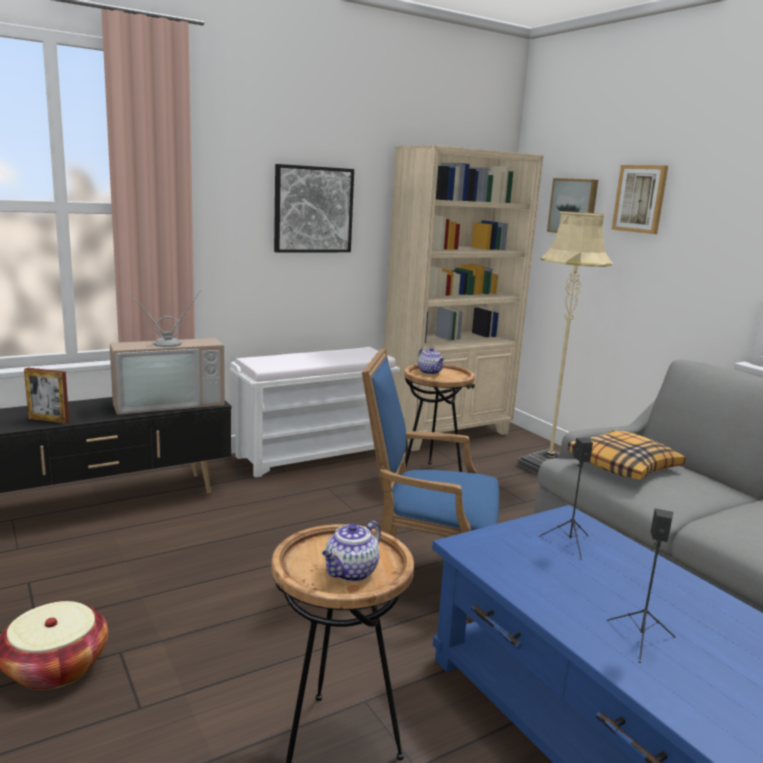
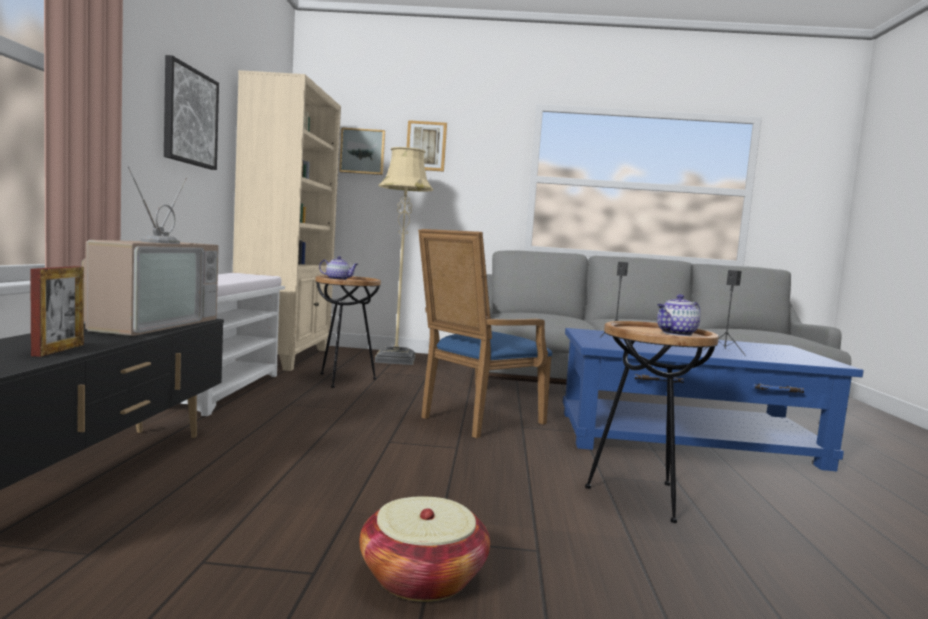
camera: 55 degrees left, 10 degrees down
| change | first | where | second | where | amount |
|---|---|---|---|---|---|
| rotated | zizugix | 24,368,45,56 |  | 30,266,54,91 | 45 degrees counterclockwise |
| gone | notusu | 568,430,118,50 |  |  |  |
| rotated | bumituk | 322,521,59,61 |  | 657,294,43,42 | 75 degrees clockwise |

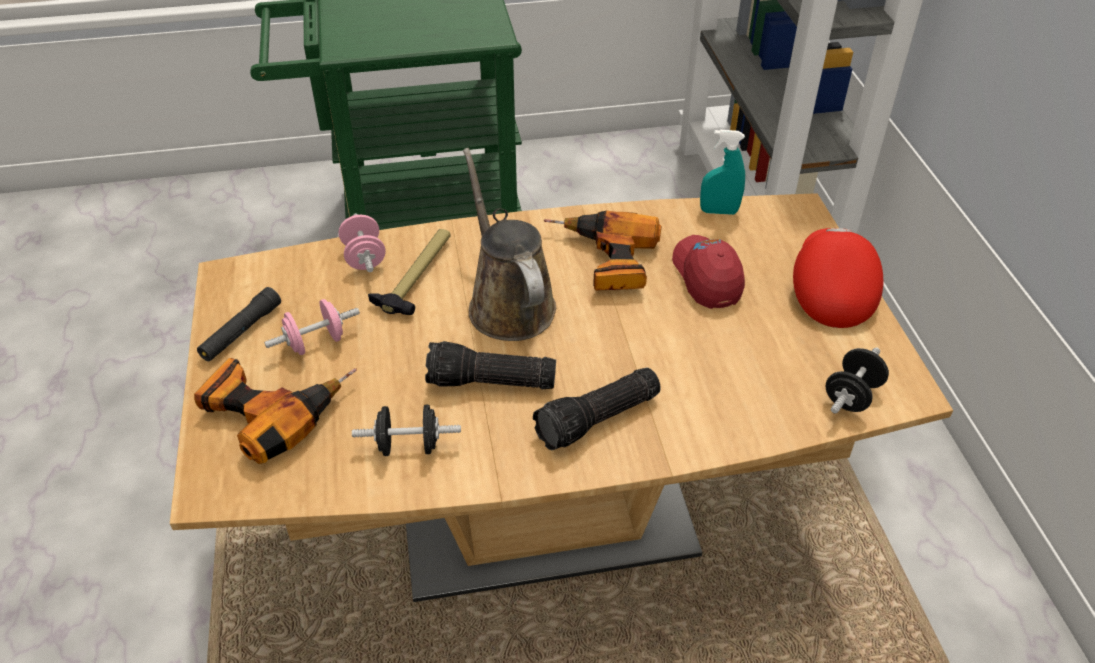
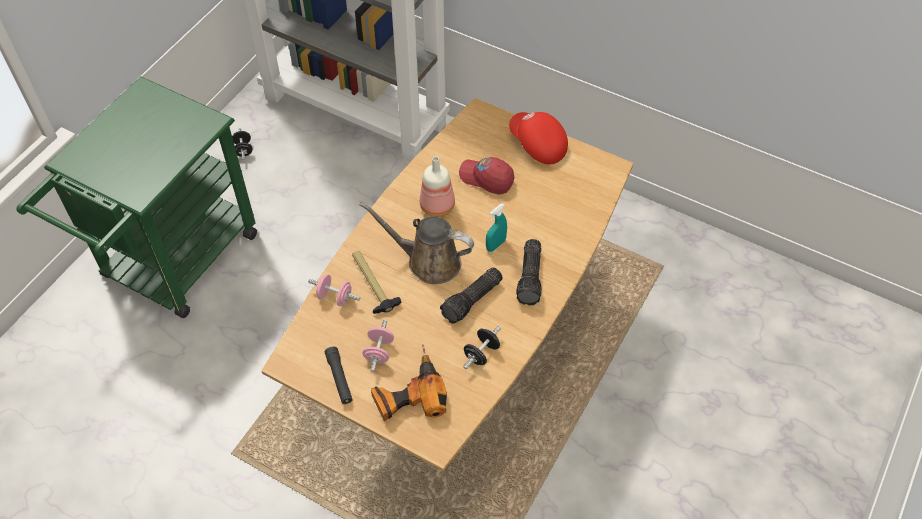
camera: 50 degrees left, 10 degrees up
| change | first | where | second | where | amount |
|---|---|---|---|---|---|
| shifted | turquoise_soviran | 700,130,45,85 |  | 486,203,21,49 |  |
| swapped | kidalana | 544,211,117,80 | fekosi | 420,156,35,61 |  |
| shifted | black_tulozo | 826,347,63,67 |  | 232,128,21,32 |  |

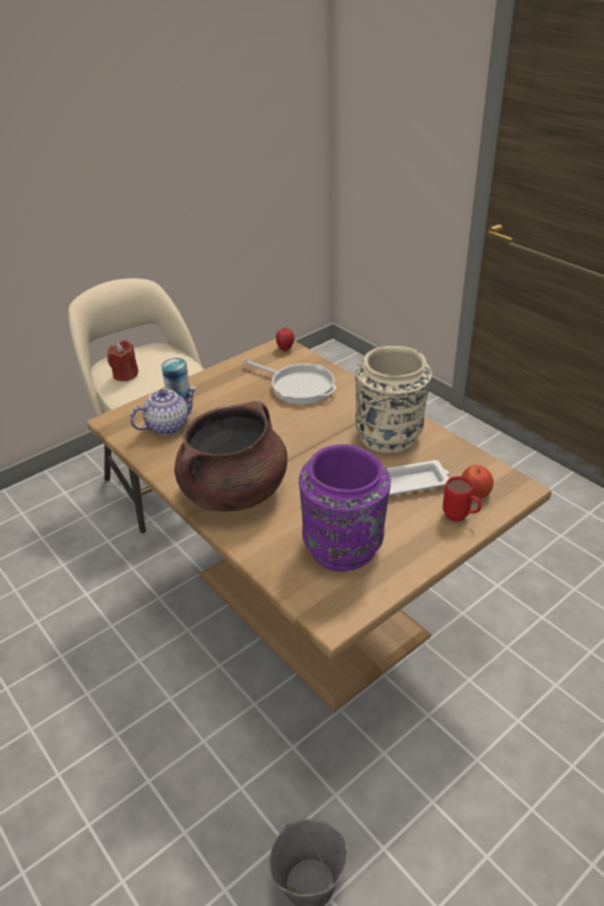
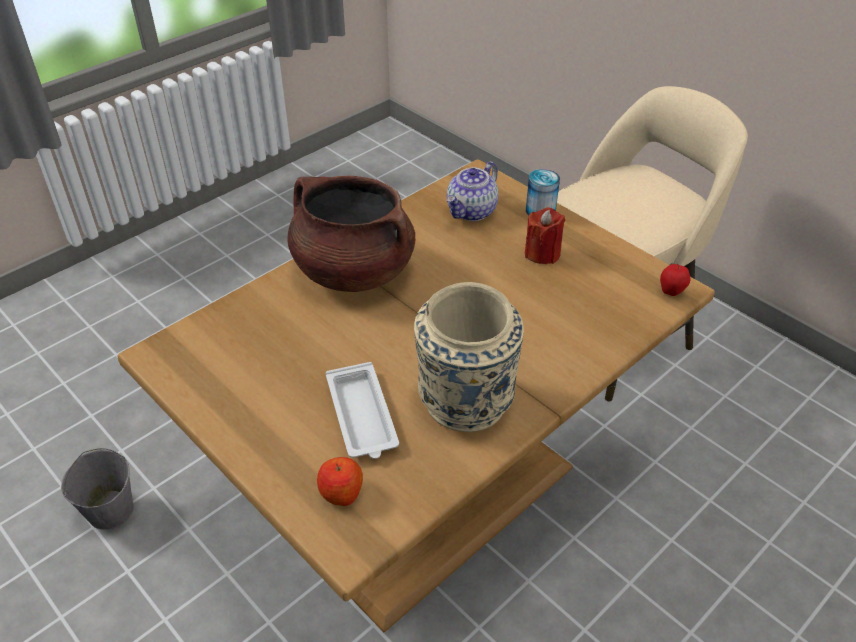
camera: 85 degrees right, 5 degrees up
| change | first | where | second | where | amount |
|---|---|---|---|---|---|
| shifted | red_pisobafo | 107,340,31,41 |  | 525,207,41,57 |  |
| gone | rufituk | 242,359,95,46 |  |  |  |
| rotated | bumituk | 130,386,67,49 |  | 447,162,51,59 | 75 degrees clockwise |
| gone | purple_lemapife | 299,444,92,127 |  |  |  |
| gone | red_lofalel | 443,476,39,46 |  |  |  |

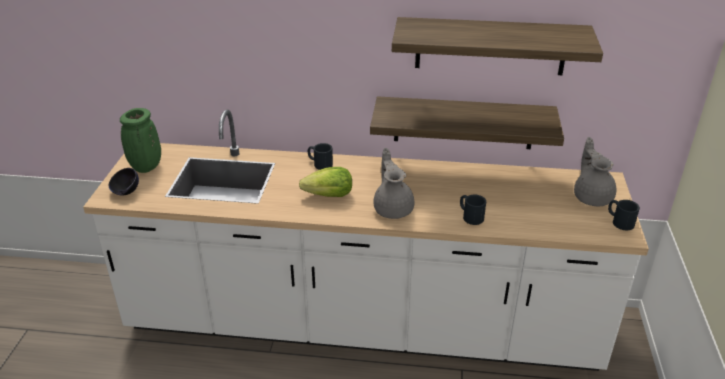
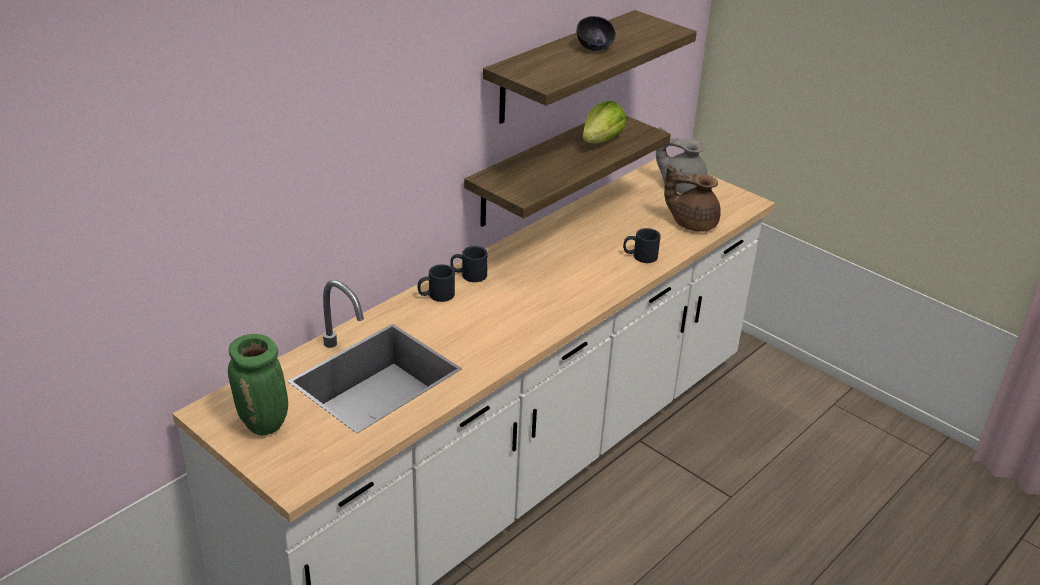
camera: 55 degrees left, 0 degrees up
| change | first | where | second | where | amount |
|---|---|---|---|---|---|
| gone | grey_bumituk | 373,148,42,71 |  |  |  |
| shifted | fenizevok | 299,167,53,30 |  | 582,101,44,42 |  |
| shifted | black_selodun | 109,168,30,27 |  | 577,16,39,35 |  |
| shifted | black_lofalel | 608,200,32,30 |  | 450,246,38,36 |  |
| new |  |  | brown_bumituk | 664,165,57,67 |  |

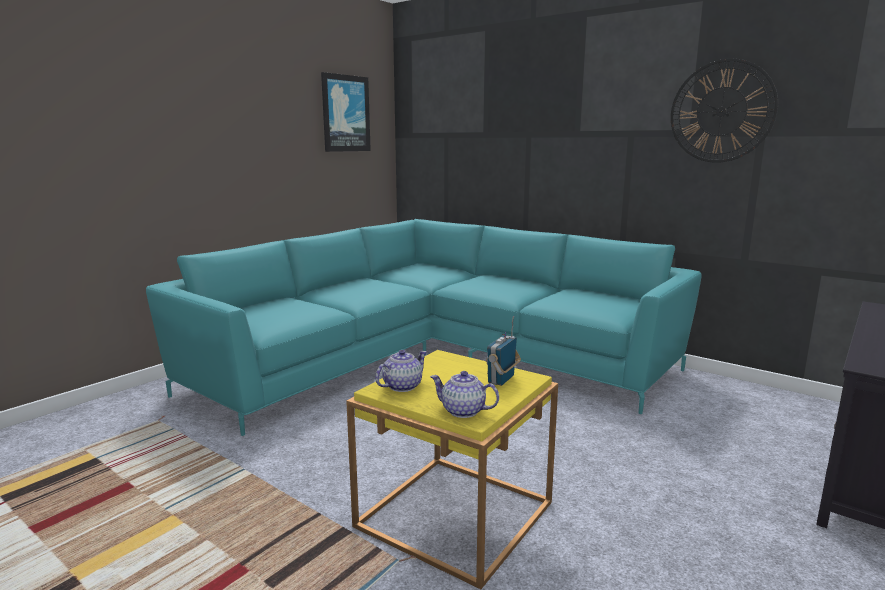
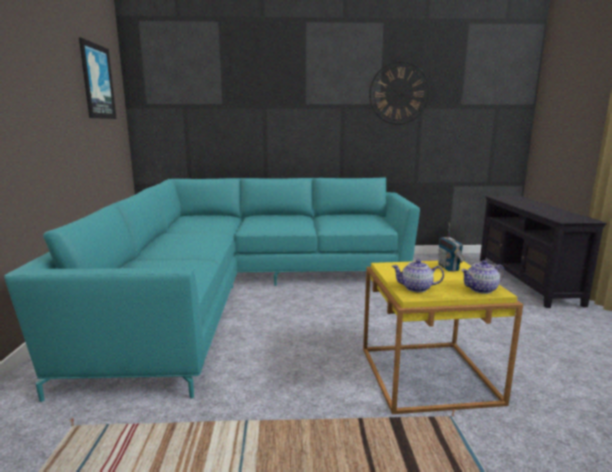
camera: 40 degrees left, 0 degrees up
| change | first | where | second | where | amount |
|---|---|---|---|---|---|
| rotated | bumituk | 375,350,52,42 |  | 392,259,52,33 | 90 degrees counterclockwise |

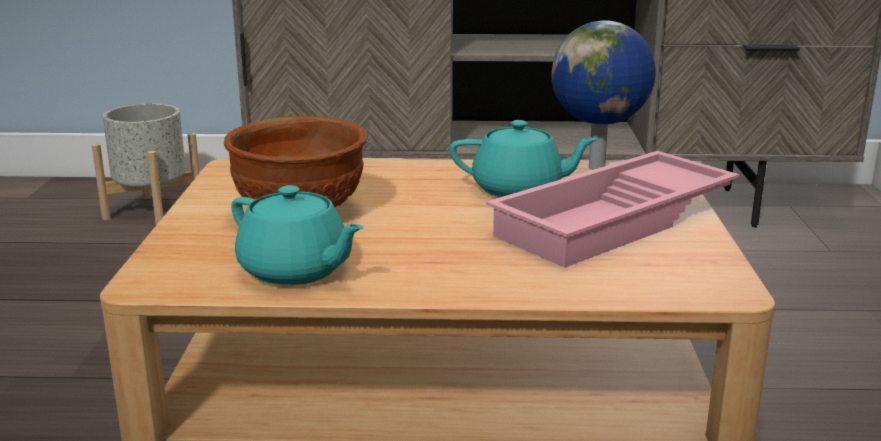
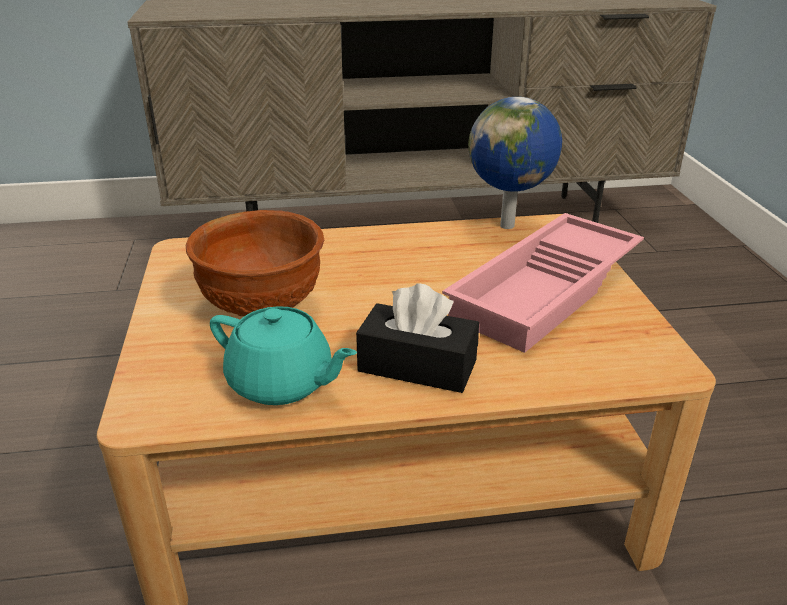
camera: 10 degrees left, 10 degrees up
| change | first | where | second | where | amount |
|---|---|---|---|---|---|
| gone | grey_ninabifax | 92,103,108,122 |  |  |  |
| gone | turquoise_bumituk | 450,120,148,77 |  |  |  |
| new |  |  | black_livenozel | 356,284,123,109 |  |

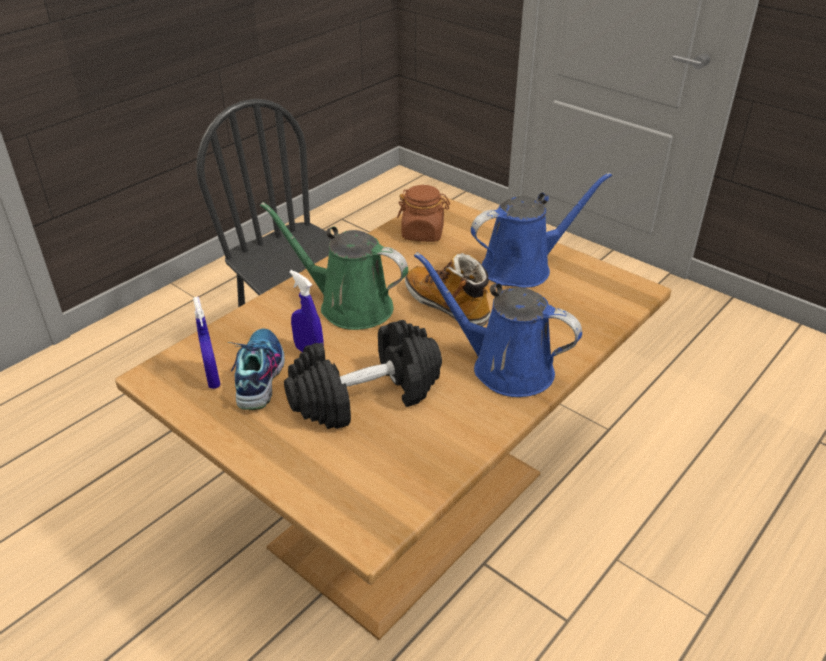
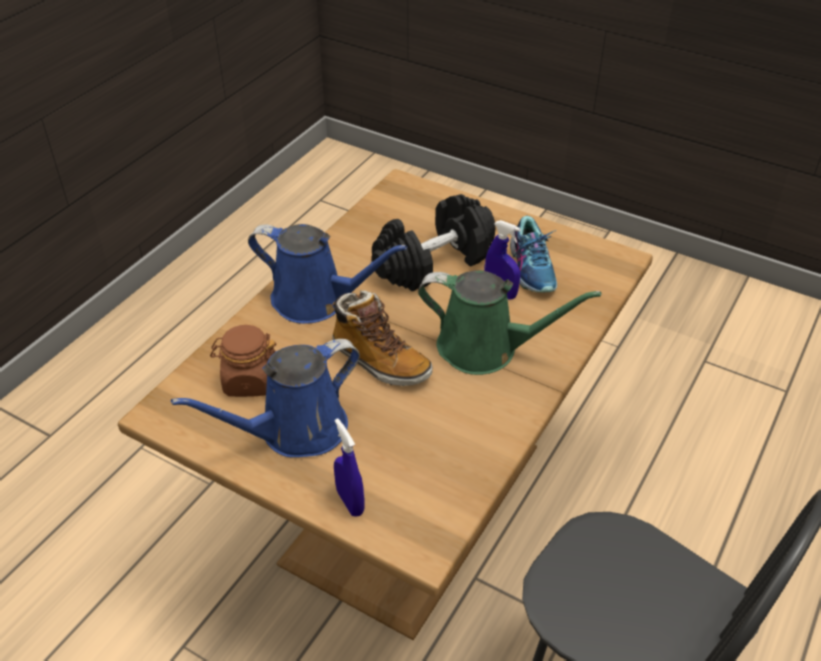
camera: 170 degrees right, 5 degrees up
| change | first | where | second | where | amount |
|---|---|---|---|---|---|
| shifted | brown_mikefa | 397,185,53,57 |  | 210,325,66,72 |  |
| shifted | blue_soviran | 193,297,28,92 |  | 334,418,31,99 |  |

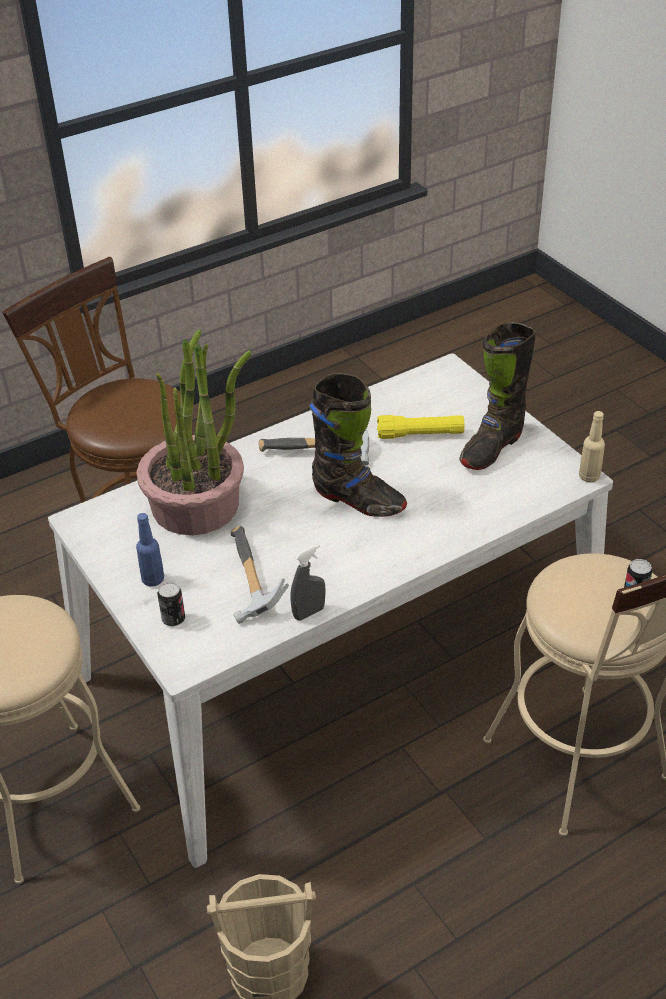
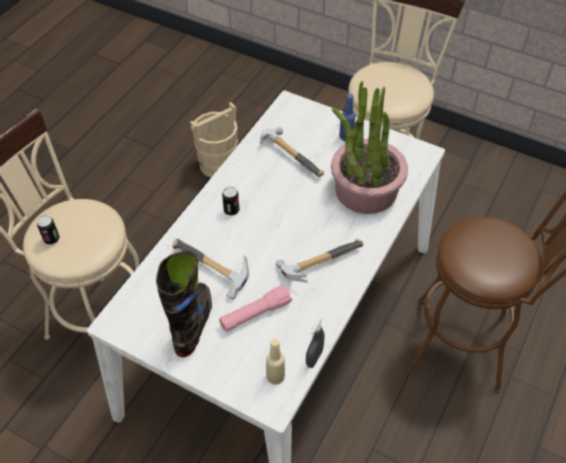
camera: 150 degrees right, 10 degrees up
| change | first | where | second | where | amount |
|---|---|---|---|---|---|
| gone | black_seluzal | 309,373,98,144 |  |  |  |
| shifted | beige_fekosi | 579,411,26,72 |  | 266,339,19,45 |  |
| repainted | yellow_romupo | 377,415,87,24 | pink_romupo | 219,285,73,46 |  |
| shifted | grey_soviran | 290,544,36,76 |  | 306,317,19,51 |  |
| shifted | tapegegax | 157,582,28,44 |  | 222,187,17,28 |  |
| new |  |  | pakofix | 173,239,76,61 |  |

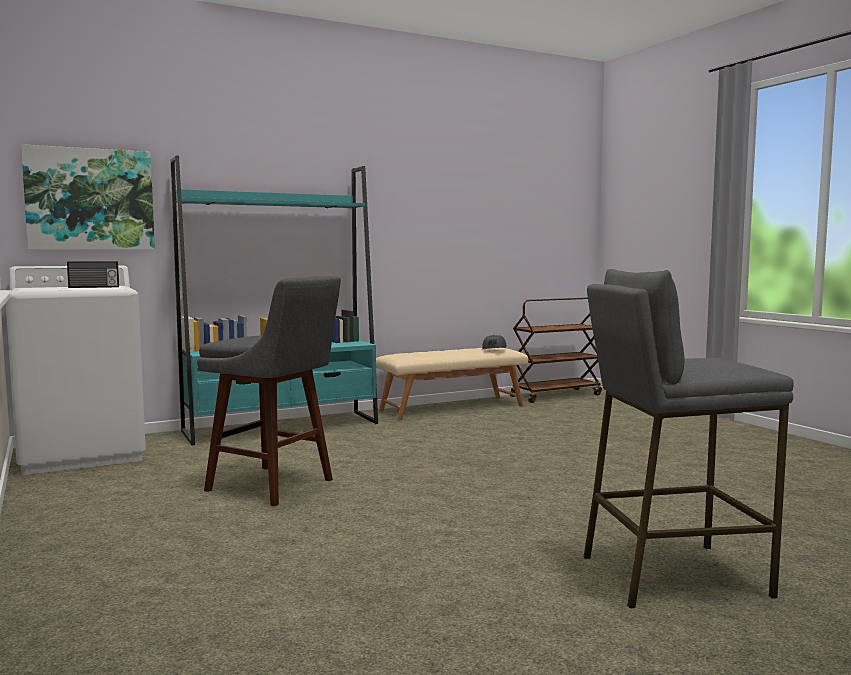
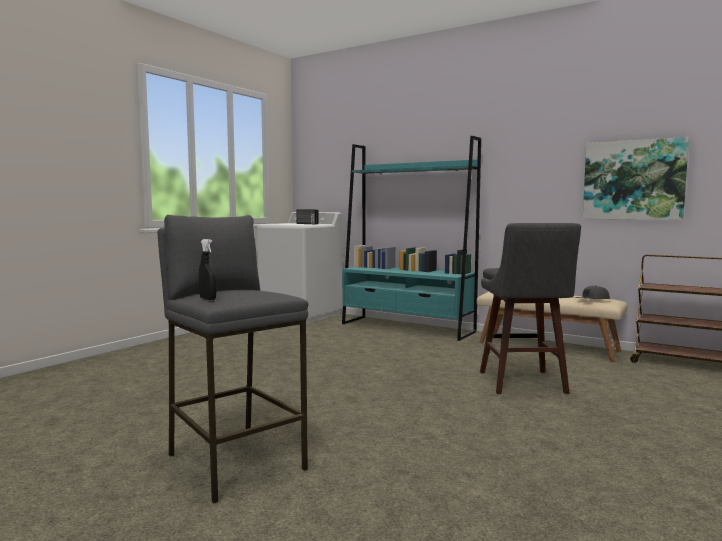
camera: 60 degrees right, 0 degrees up
| change | first | where | second | where | amount |
|---|---|---|---|---|---|
| shifted | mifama | 21,144,134,106 |  | 583,137,106,83 |  |
| shifted | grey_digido | 197,276,144,230 |  | 480,223,101,171 |  |
| new |  |  | black_soviran | 199,239,17,61 |  |

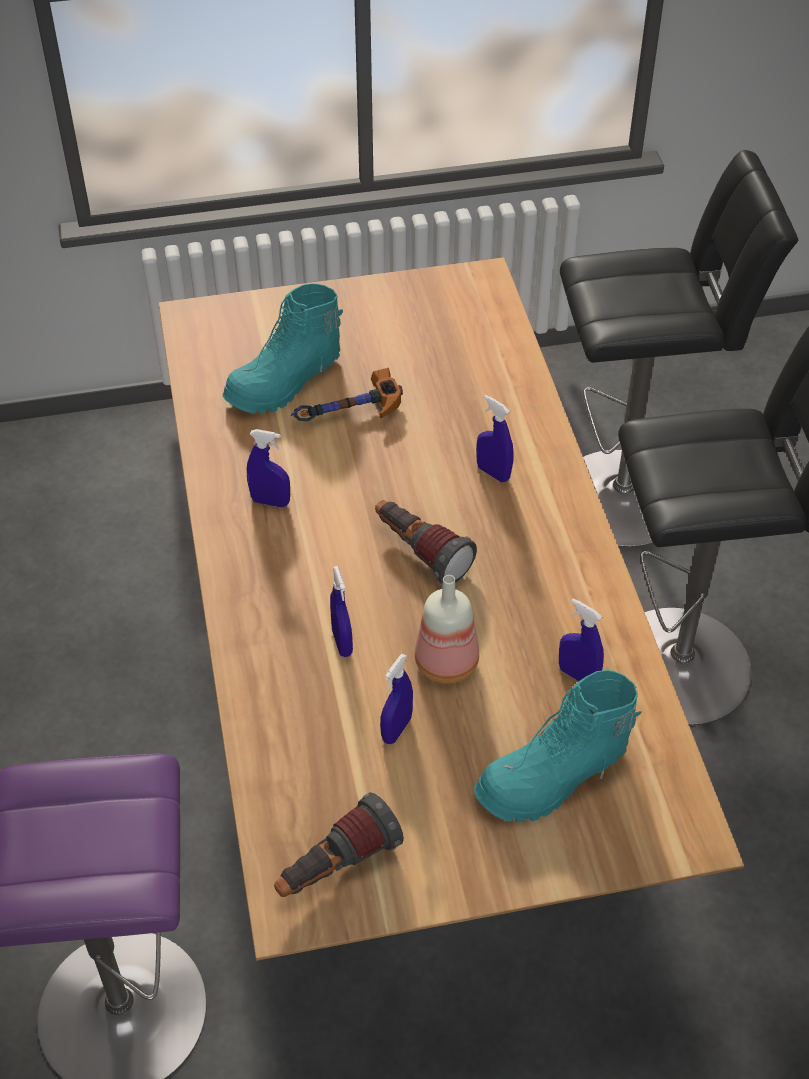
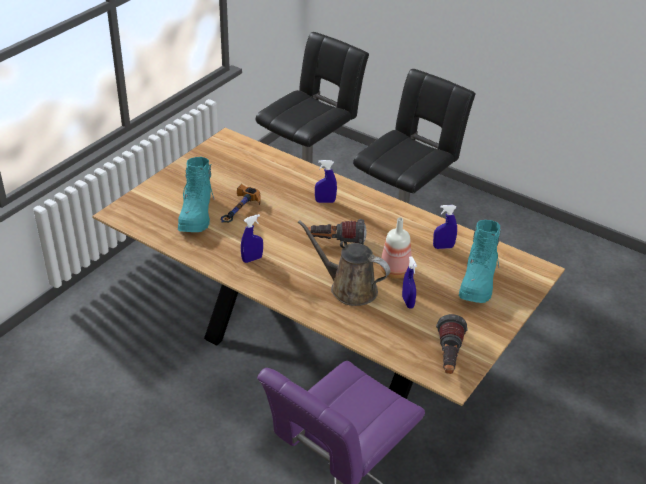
camera: 45 degrees left, 10 degrees down
| change | first | where | second | where | amount |
|---|---|---|---|---|---|
| swapped | blue_soviran | 330,566,23,91 | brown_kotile | 298,220,92,86 |  |

